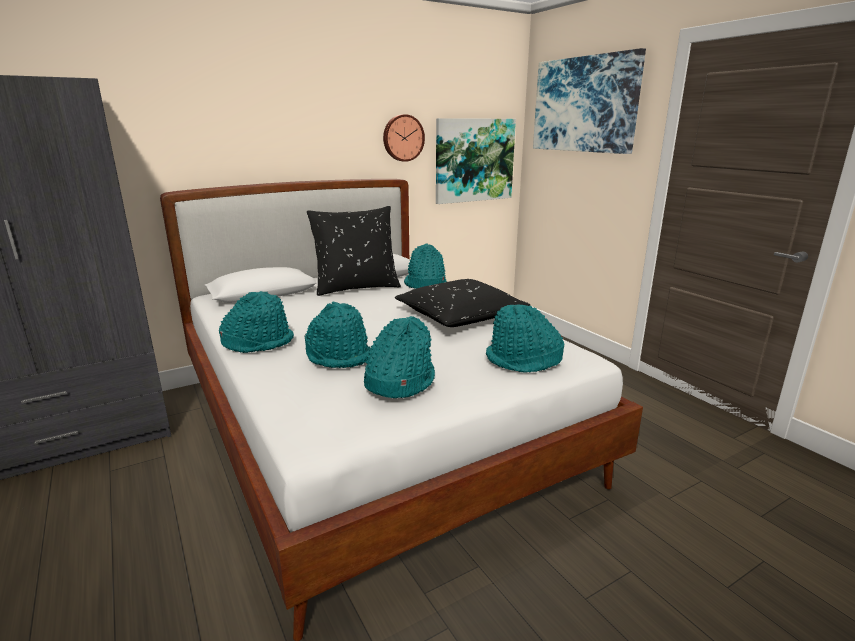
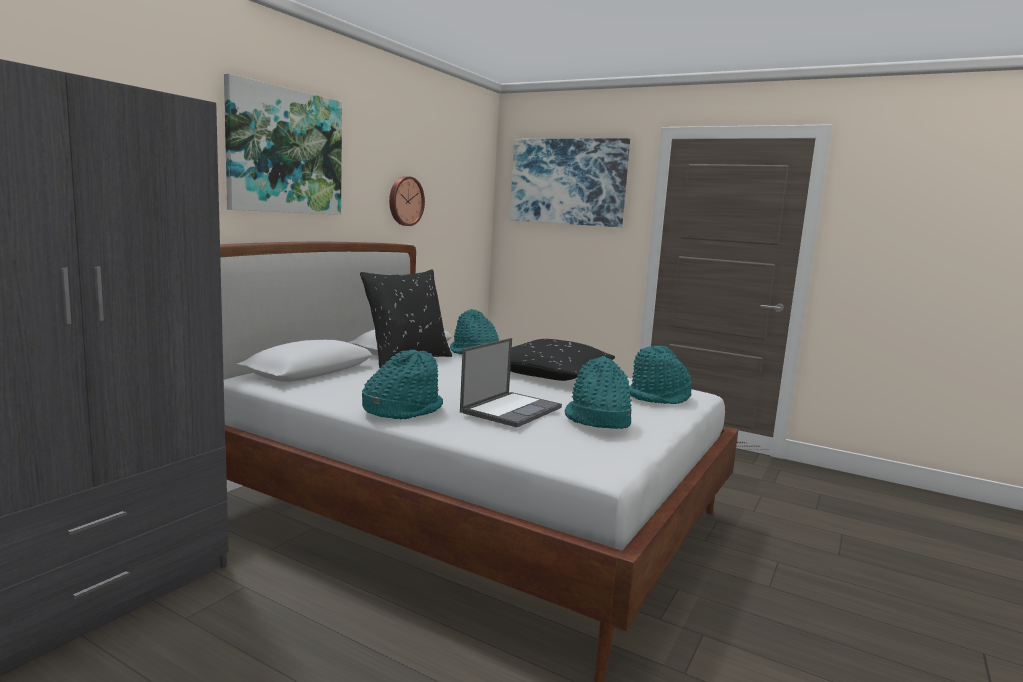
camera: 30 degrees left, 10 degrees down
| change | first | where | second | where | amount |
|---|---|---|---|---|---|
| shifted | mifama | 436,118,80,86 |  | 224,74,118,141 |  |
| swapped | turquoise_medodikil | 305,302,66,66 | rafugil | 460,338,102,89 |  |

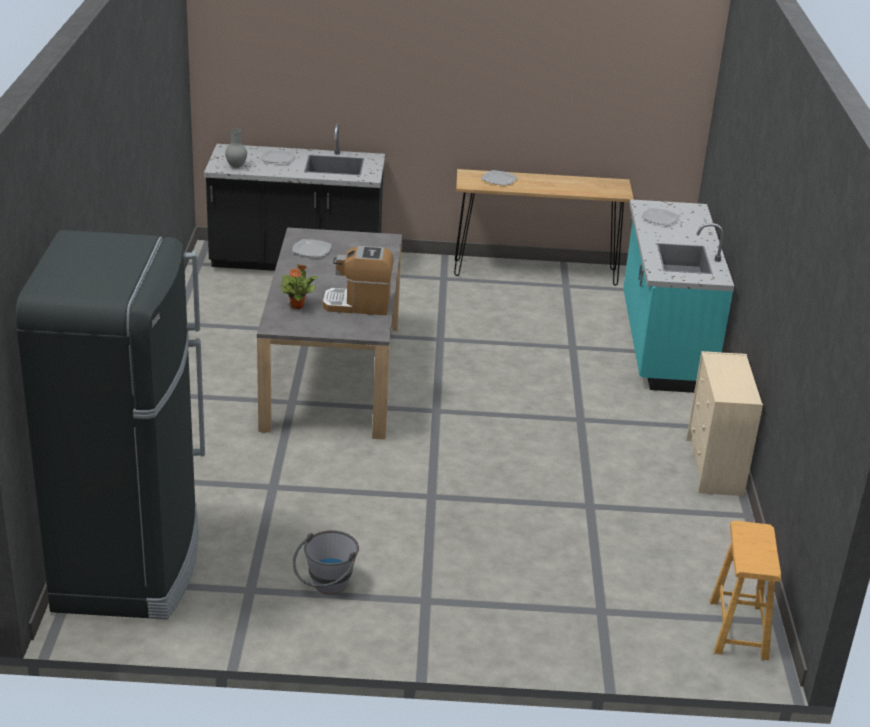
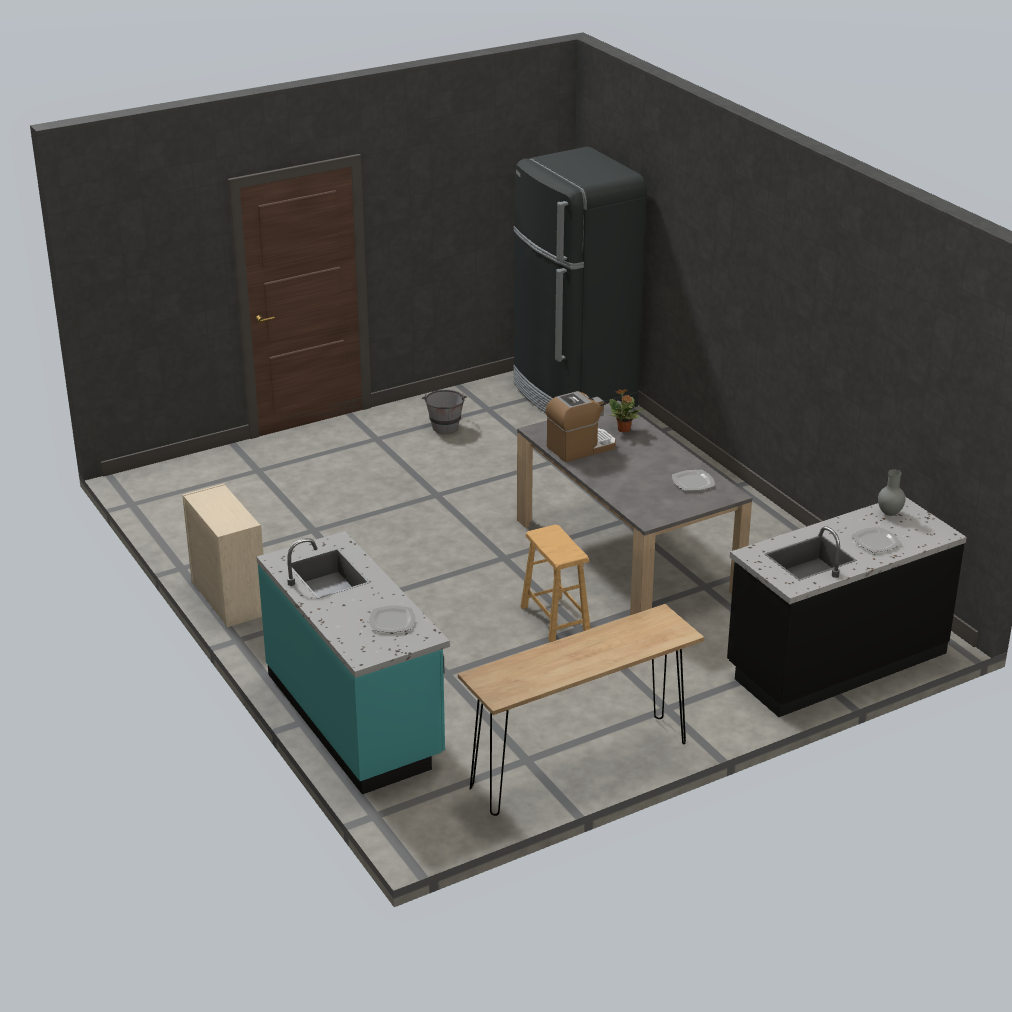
camera: 150 degrees right, 0 degrees up
| change | first | where | second | where | amount |
|---|---|---|---|---|---|
| gone | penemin | 481,170,36,16 |  |  |  |
| shifted | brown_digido | 710,520,71,140 |  | 520,525,71,117 |  |

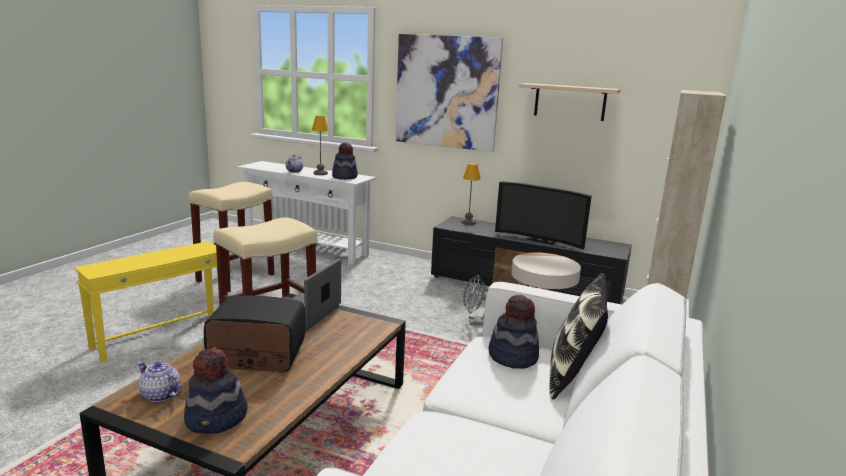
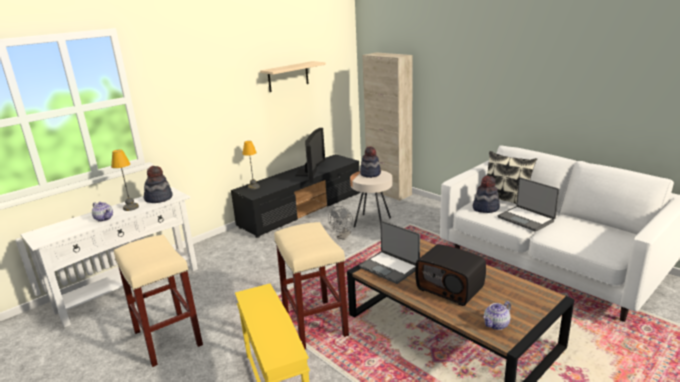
camera: 65 degrees left, 5 degrees up
| change | first | where | second | where | amount |
|---|---|---|---|---|---|
| gone | mifama | 395,34,108,118 |  |  |  |
| rotated | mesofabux | 495,181,97,69 |  | 295,128,30,55 | 45 degrees counterclockwise |
| rotated | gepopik | 204,296,102,77 |  | 415,244,71,62 | 75 degrees counterclockwise |
| shifted | medodikil | 184,347,64,87 |  | 360,146,21,32 |  |
| new |  |  | rafugil | 498,177,61,55 |  |

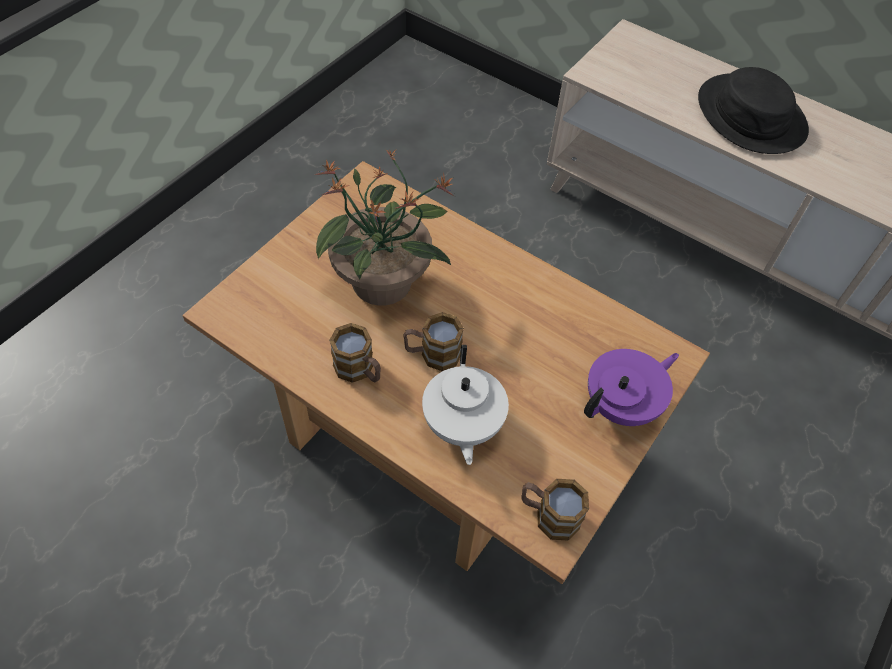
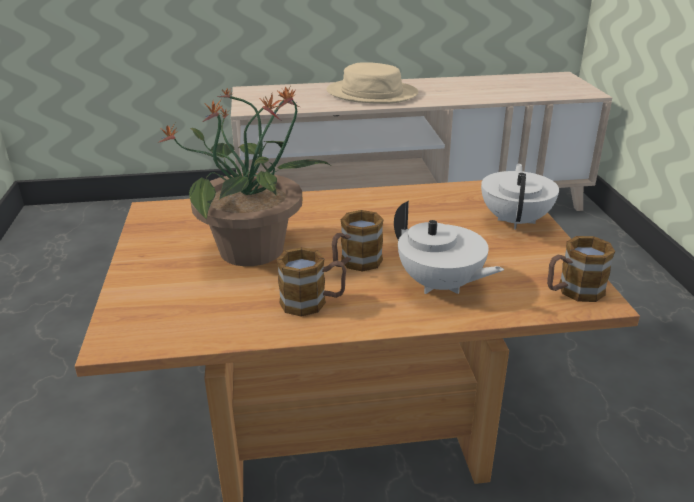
camera: 40 degrees left, 25 degrees down
| change | first | where | second | where | amount |
|---|---|---|---|---|---|
| repainted | black_medodikil | 698,67,111,87 | beige_medodikil | 327,62,91,42 |  |
| repainted | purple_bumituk | 584,349,95,77 | white_bumituk | 481,164,78,65 |  |

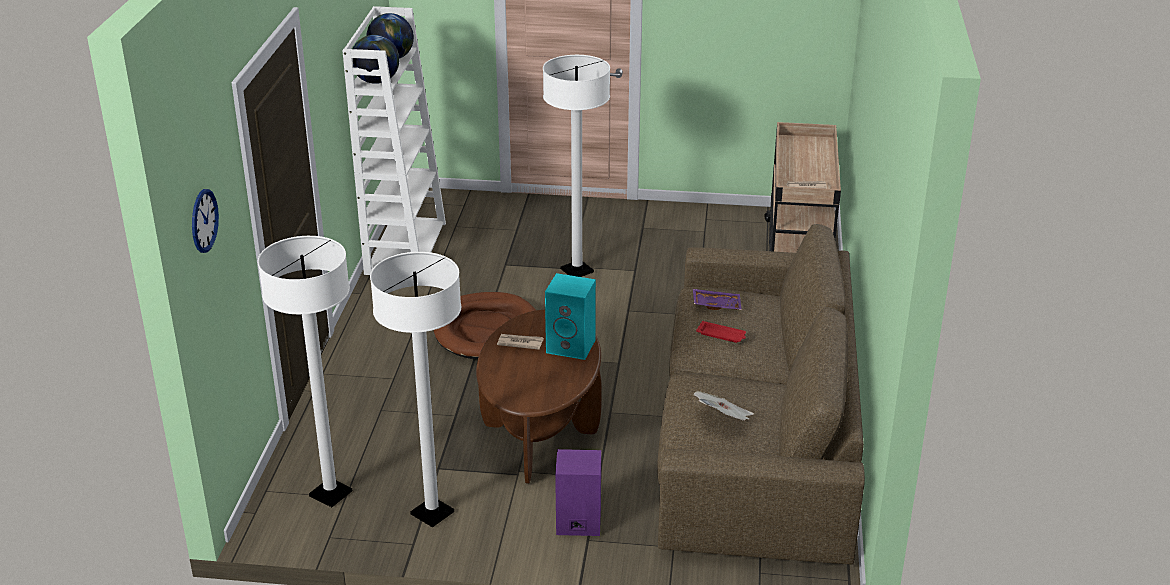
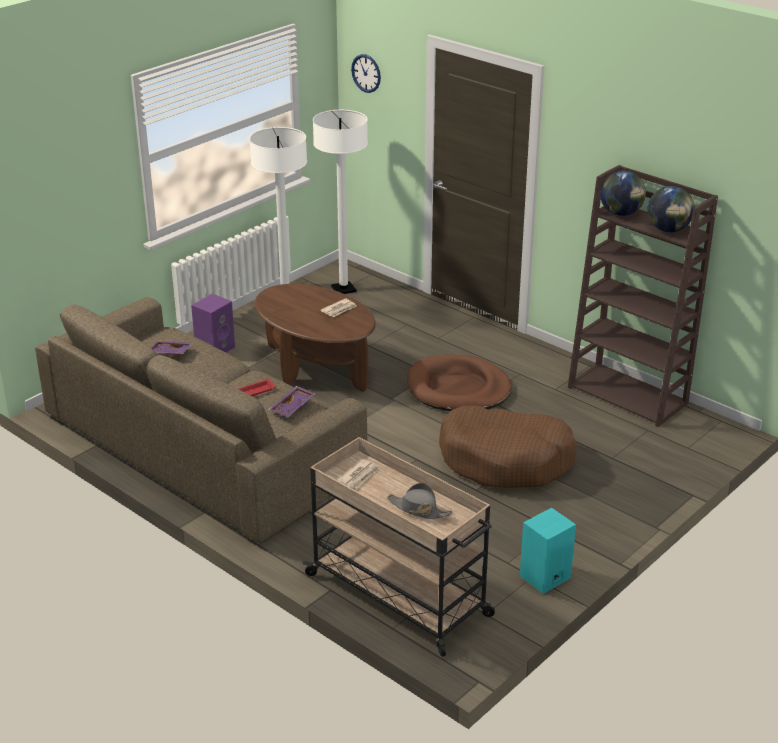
camera: 125 degrees right, 0 degrees up
| change | first | where | second | where | amount |
|---|---|---|---|---|---|
| repainted | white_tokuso | 342,6,104,269 | brown_tokuso | 568,165,150,262 |  |
| swapped | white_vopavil | 543,55,67,222 | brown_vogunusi | 439,406,139,82 |  |
| shifted | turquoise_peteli | 545,273,51,87 |  | 520,508,56,86 |  |
| swapped | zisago | 694,391,60,30 | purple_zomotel | 151,341,42,14 |  |
| new |  |  | grey_medodikil | 387,483,65,36 |  |

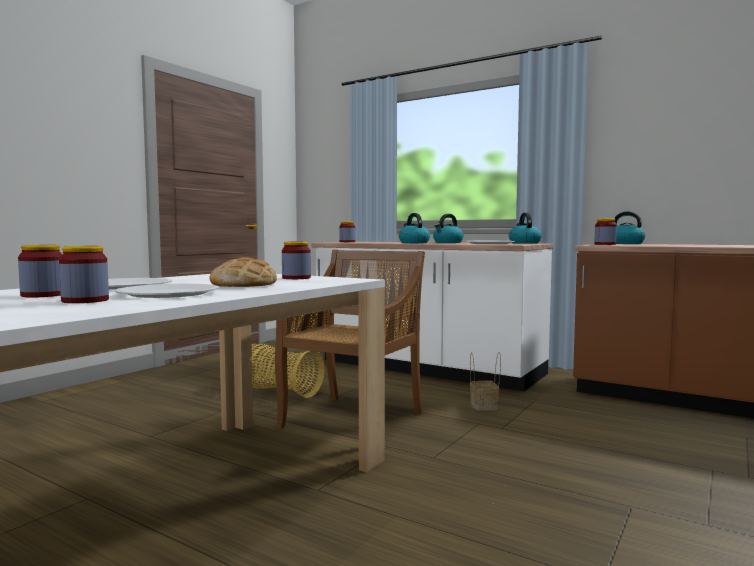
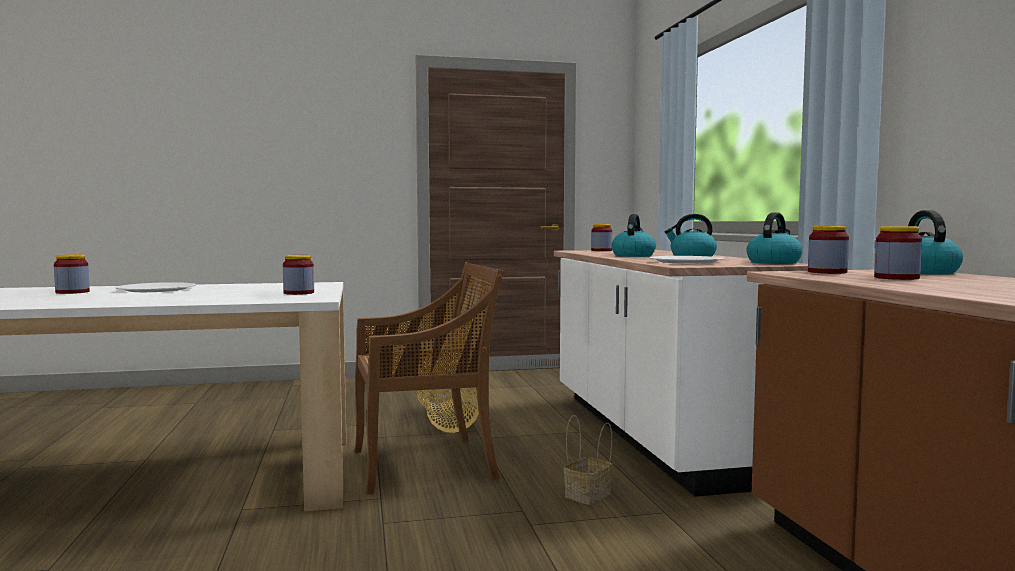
camera: 45 degrees right, 0 degrees up
| change | first | where | second | where | amount |
|---|---|---|---|---|---|
| shifted | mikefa | 59,246,50,57 |  | 874,226,48,54 |  |
| gone | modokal | 210,257,67,30 |  |  |  |
| gone | white_penemin | 114,284,105,14 |  |  |  |

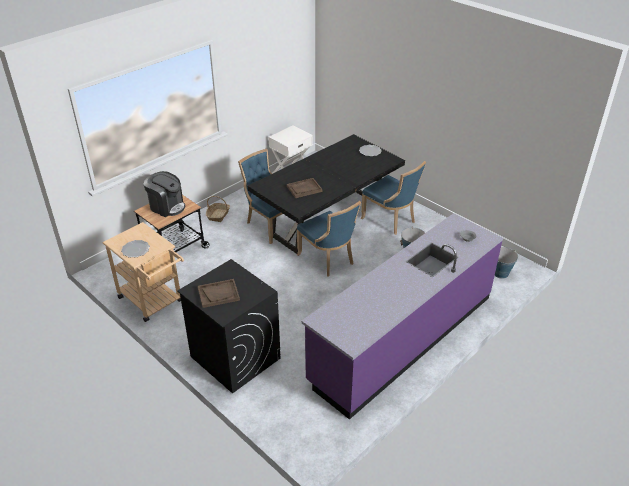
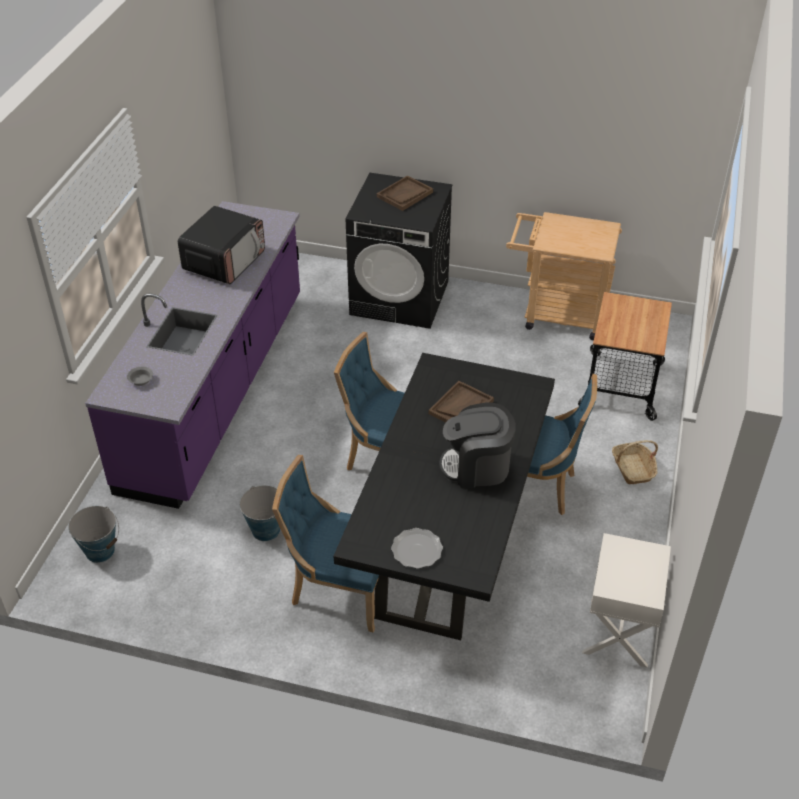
camera: 150 degrees right, 5 degrees up
| change | first | where | second | where | amount |
|---|---|---|---|---|---|
| shifted | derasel | 144,171,41,46 |  | 439,403,77,85 |  |
| gone | penemin | 121,240,29,18 |  |  |  |
| new |  |  | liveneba | 178,206,87,78 |  |

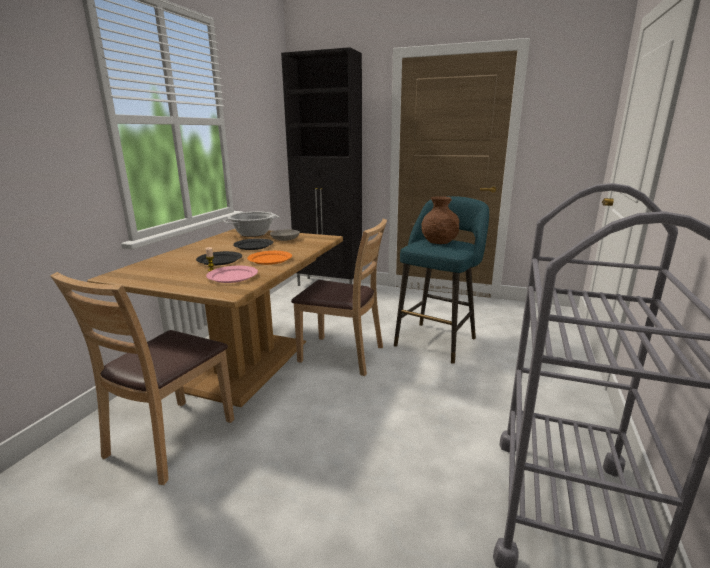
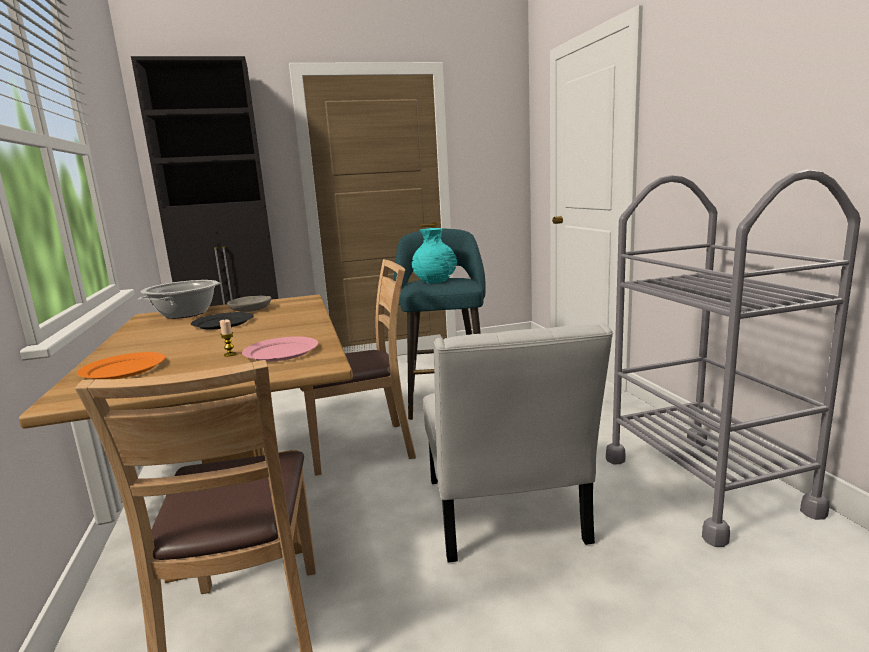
camera: 35 degrees left, 5 degrees down
| change | first | where | second | where | amount |
|---|---|---|---|---|---|
| repainted | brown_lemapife | 421,196,38,48 | turquoise_lemapife | 412,228,45,55 |  |
| gone | black_penemin | 196,251,46,15 |  |  |  |
| shifted | orange_penemin | 247,251,45,14 |  | 77,352,88,28 |  |
| new |  |  | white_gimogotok | 423,323,190,240 |  |

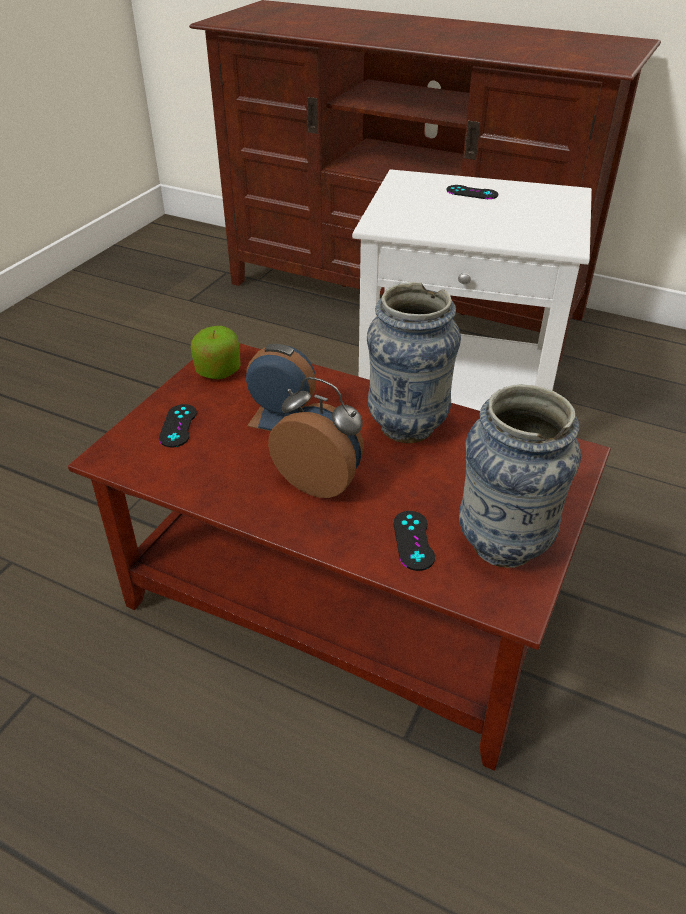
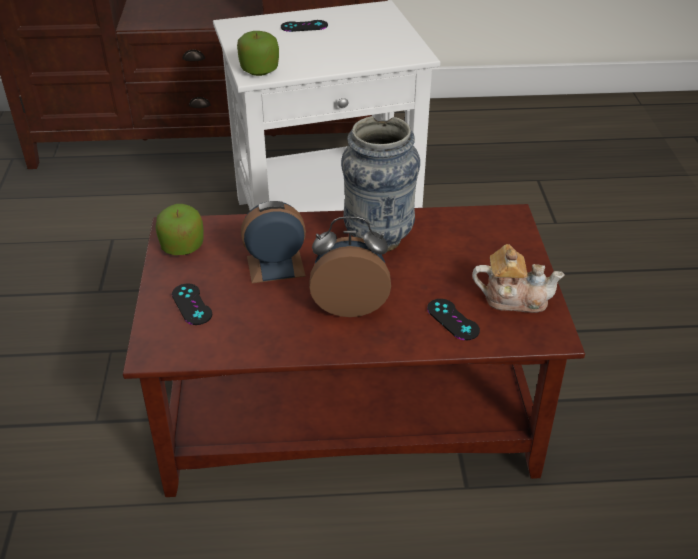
camera: 30 degrees left, 0 degrees up
| change | first | where | second | where | amount |
|---|---|---|---|---|---|
| swapped | lemapife | 459,384,122,184 | bumituk | 472,244,93,69 |  |
| new |  |  | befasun | 237,31,42,45 |  |

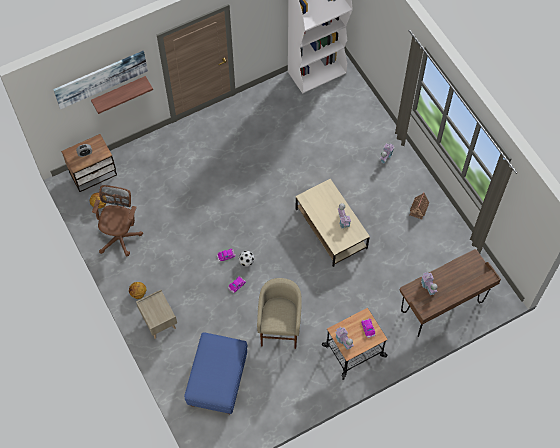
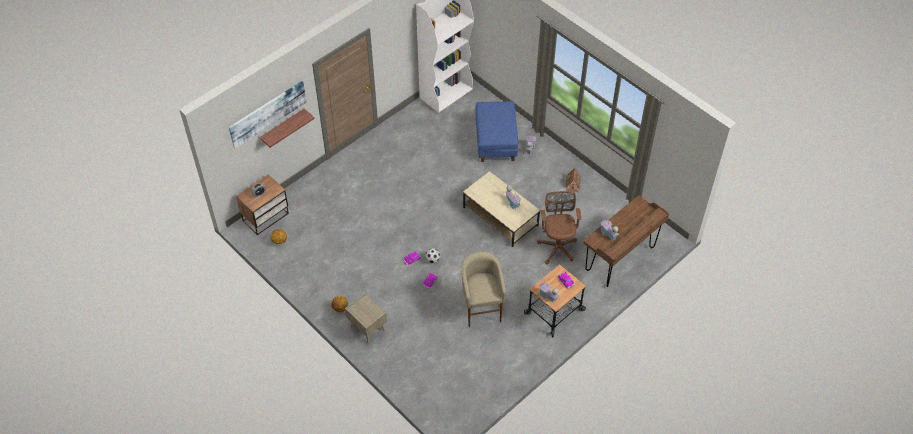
camera: 15 degrees left, 10 degrees down
| change | first | where | second | where | amount |
|---|---|---|---|---|---|
| shifted | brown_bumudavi | 92,185,51,71 |  | 537,191,45,74 |  |
| shifted | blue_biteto | 184,332,63,82 |  | 475,101,44,61 |  |

